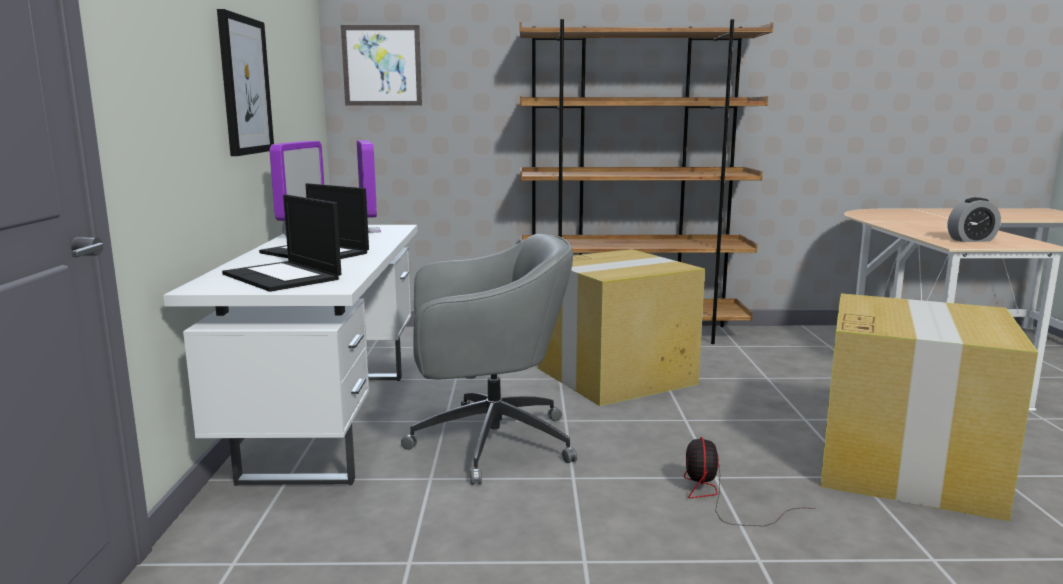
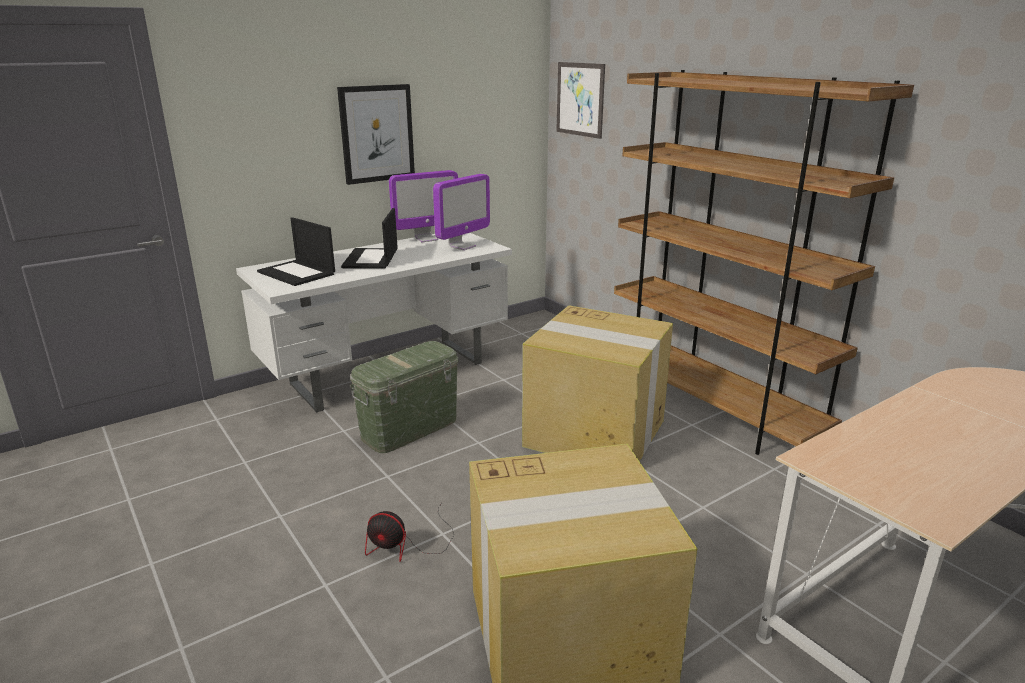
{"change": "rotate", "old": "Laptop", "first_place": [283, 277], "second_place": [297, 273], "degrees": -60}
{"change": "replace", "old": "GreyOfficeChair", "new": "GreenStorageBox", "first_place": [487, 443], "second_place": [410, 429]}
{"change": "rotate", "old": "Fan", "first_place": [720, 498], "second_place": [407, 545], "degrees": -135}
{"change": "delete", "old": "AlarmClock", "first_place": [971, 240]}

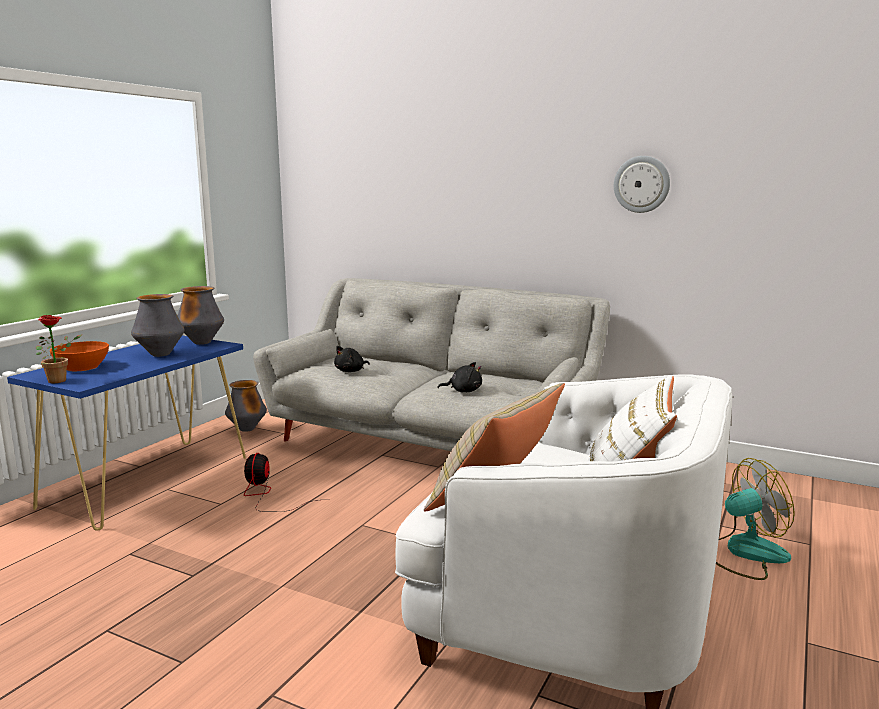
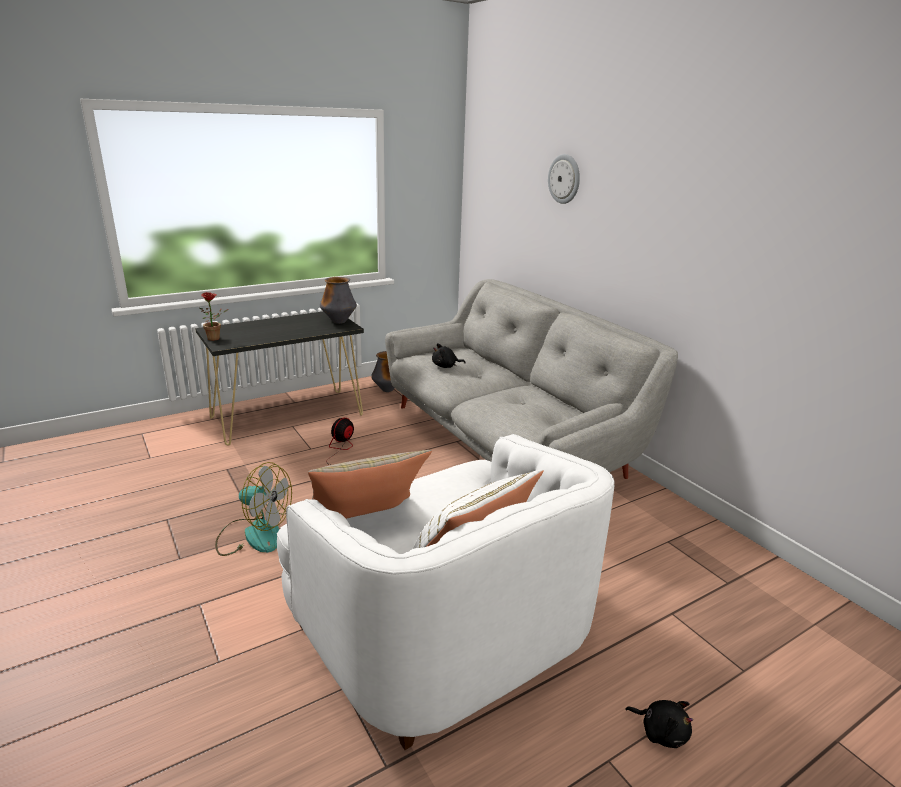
{"change": "recolor", "old": "BlueConsoleTable", "new": "BlackConsoleTable", "first_place": [149, 481], "second_place": [288, 416]}
{"change": "move", "old": "Fan", "first_place": [744, 553], "second_place": [254, 535]}
{"change": "move", "old": "WallClock", "first_place": [641, 184], "second_place": [564, 179]}
{"change": "move", "old": "BlackPlushToy", "first_place": [463, 391], "second_place": [661, 732]}
{"change": "delete", "old": "OrangeBowl", "first_place": [82, 367]}
{"change": "delete", "old": "Vase", "first_place": [160, 354]}

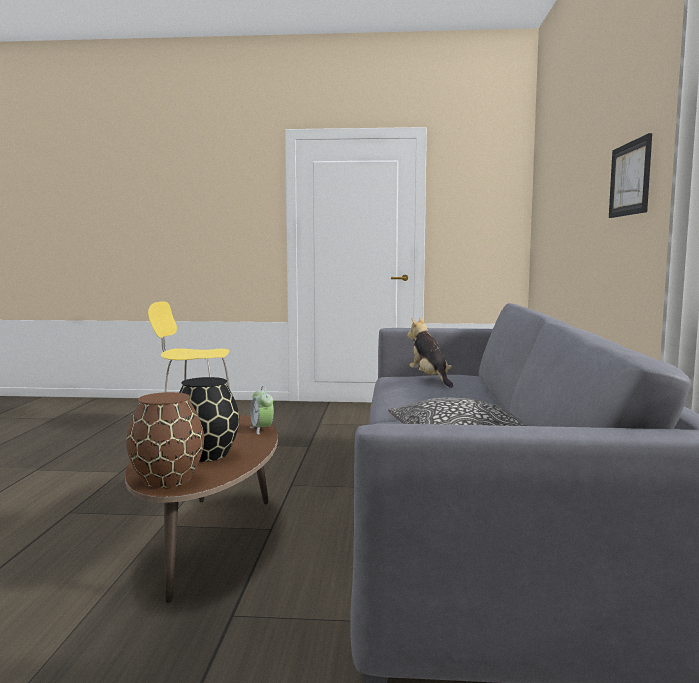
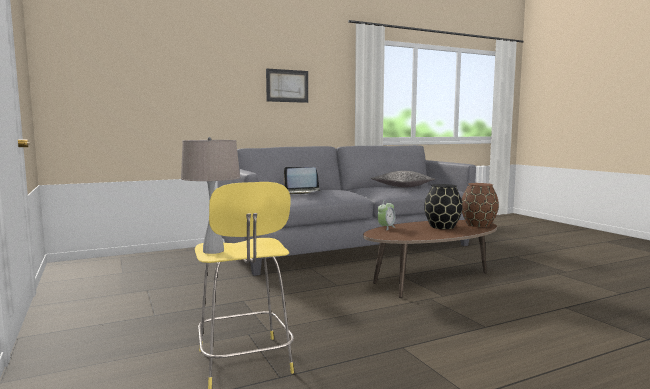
{"change": "insert", "new": "BeigeTableLamp", "second_place": [213, 251]}
{"change": "replace", "old": "PlushToy", "new": "Laptop", "first_place": [430, 379], "second_place": [301, 192]}

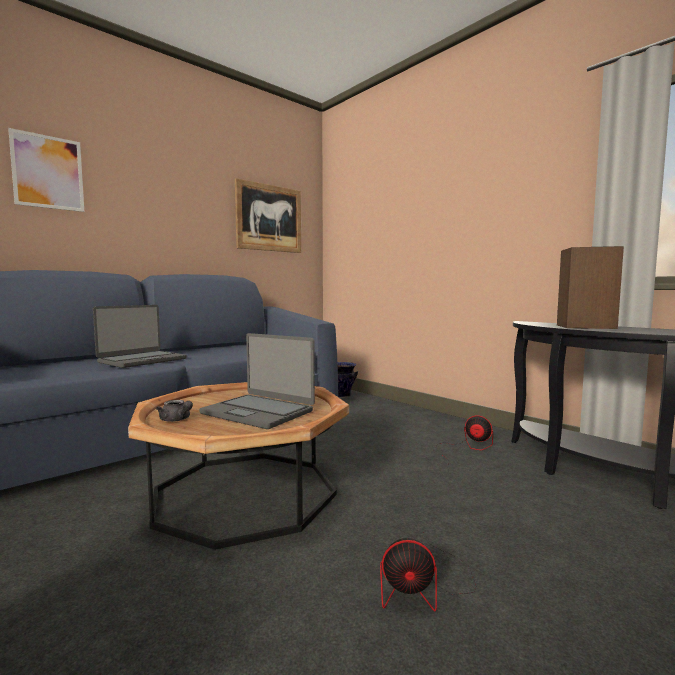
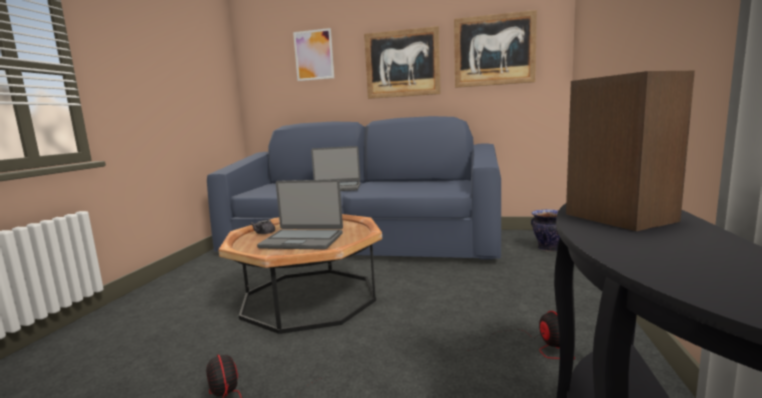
{"change": "rotate", "old": "Laptop", "first_place": [258, 412], "second_place": [302, 240], "degrees": -75}
{"change": "insert", "new": "Picture", "second_place": [402, 64]}

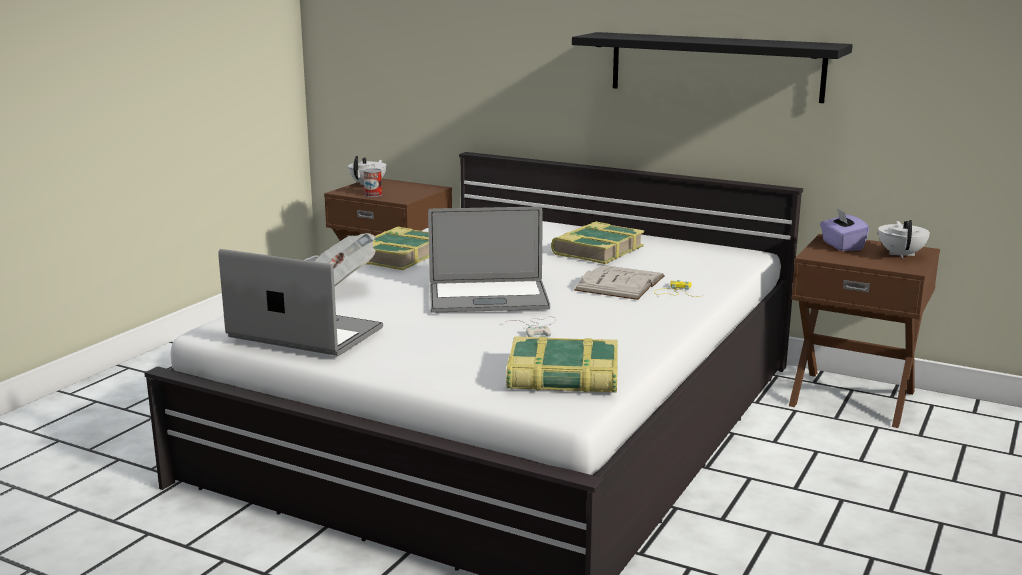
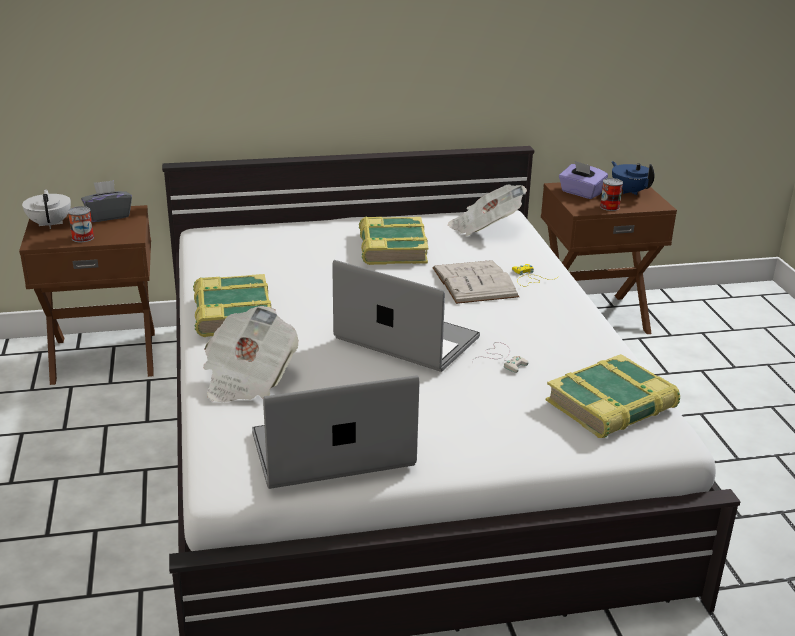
{"change": "insert", "new": "GreyTissueBox", "second_place": [108, 216]}
{"change": "rotate", "old": "Laptop", "first_place": [488, 297], "second_place": [406, 338], "degrees": -105}
{"change": "insert", "new": "Newspaper", "second_place": [485, 228]}
{"change": "insert", "new": "Can", "second_place": [609, 207]}
{"change": "recolor", "old": "WhiteTeapot", "new": "BlueTeapot", "first_place": [901, 254], "second_place": [630, 191]}
{"change": "delete", "old": "BlackShelf", "first_place": [715, 66]}

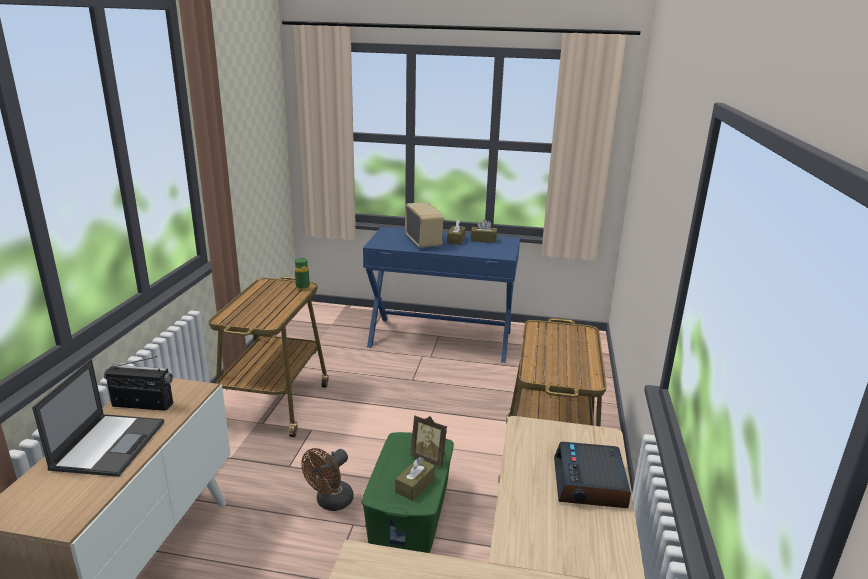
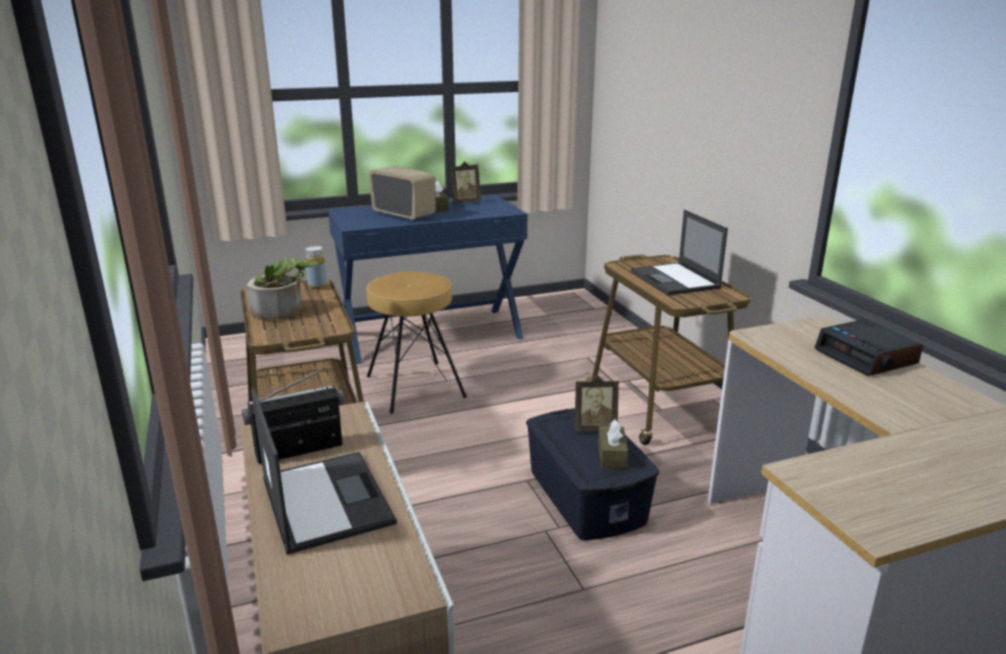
{"change": "insert", "new": "PottedPlant", "second_place": [284, 310]}
{"change": "recolor", "old": "GreenBottle", "new": "YellowBottle", "first_place": [302, 287], "second_place": [317, 286]}
{"change": "insert", "new": "BrownStool", "second_place": [414, 386]}
{"change": "replace", "old": "BrownTissueBox", "new": "PictureFrame", "first_place": [483, 239], "second_place": [464, 202]}
{"change": "recolor", "old": "GreenStorageBox", "new": "BlueStorageBox", "first_place": [410, 510], "second_place": [586, 495]}
{"change": "insert", "new": "Laptop", "second_place": [675, 280]}
{"change": "delete", "old": "BrownFan", "first_place": [330, 503]}

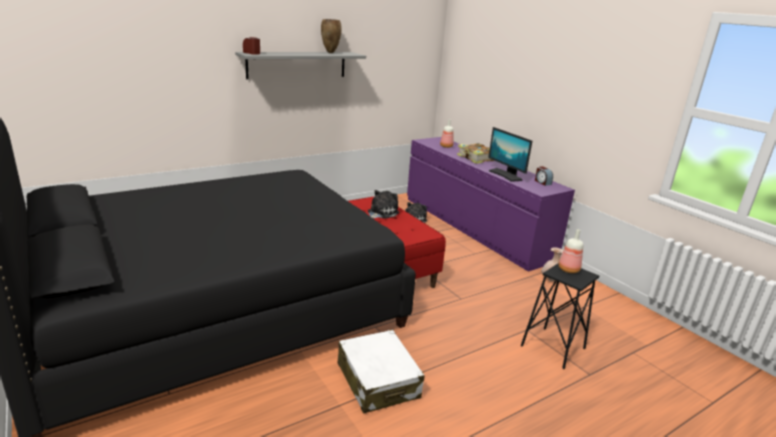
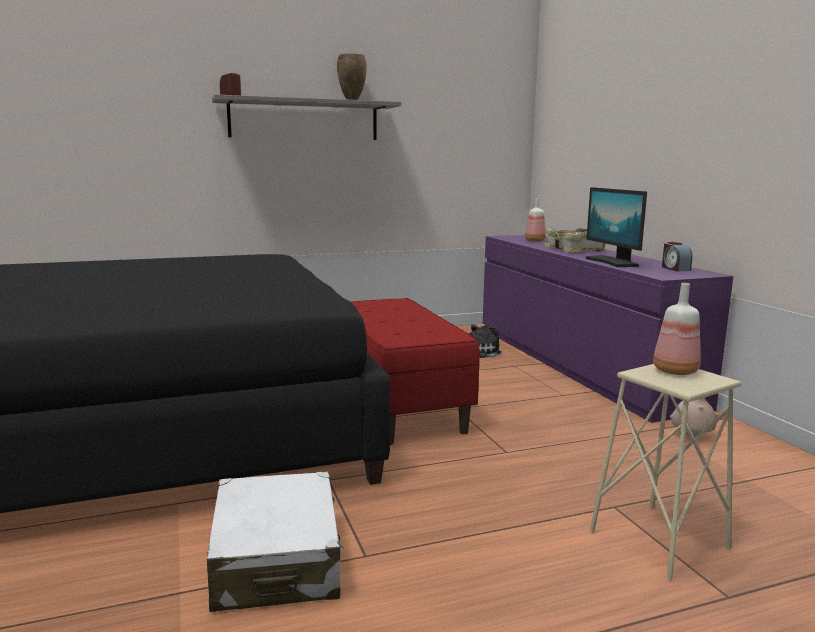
{"change": "recolor", "old": "BlackStool", "new": "BeigeStool", "first_place": [553, 347], "second_place": [658, 540]}
{"change": "delete", "old": "PlushToy", "first_place": [381, 213]}

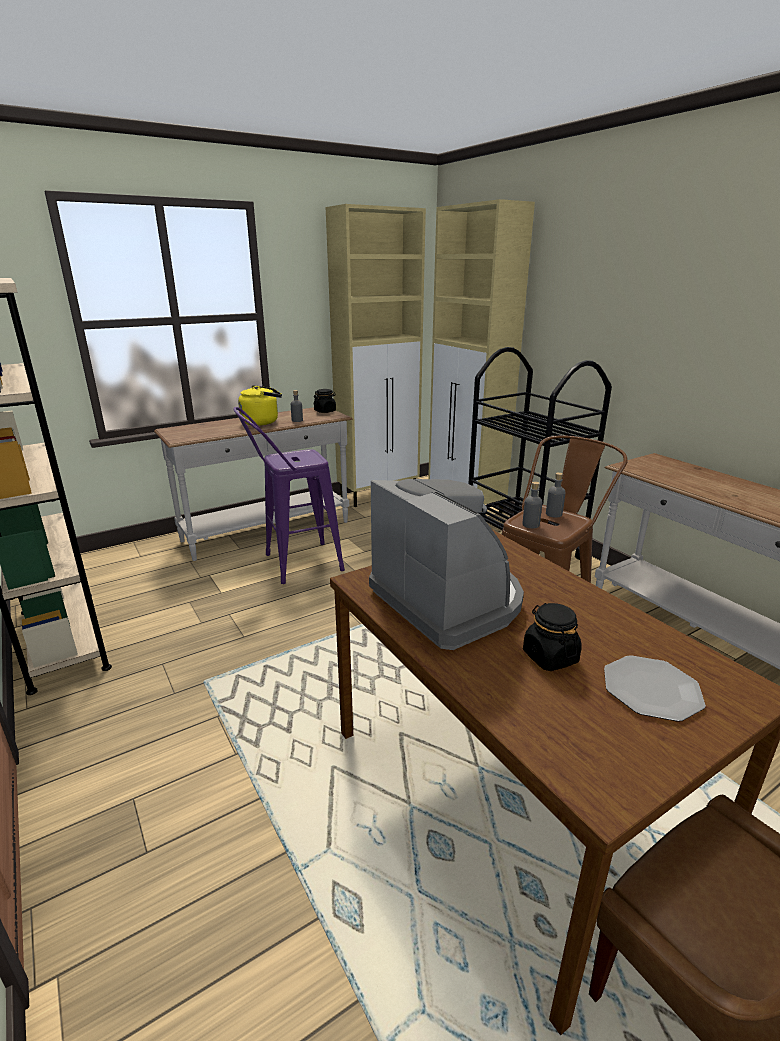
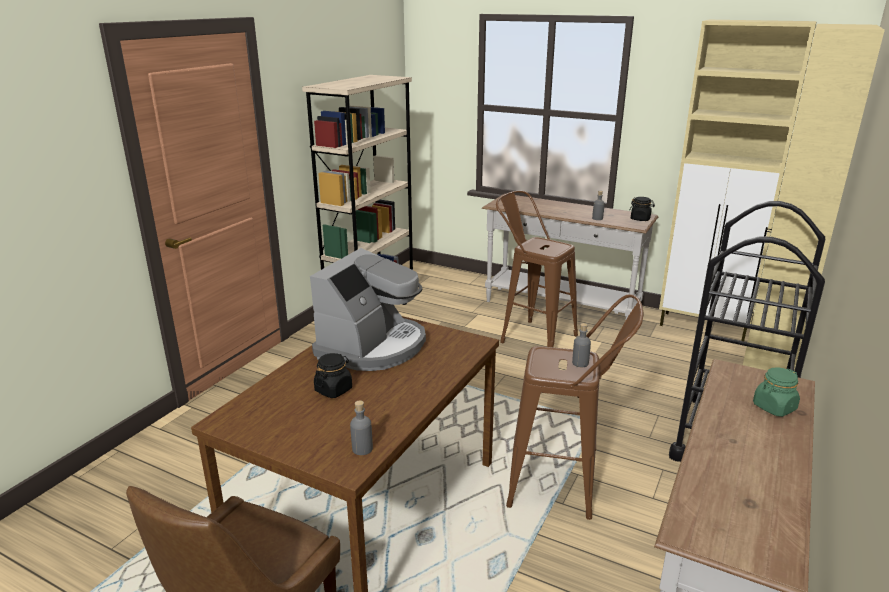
{"change": "move", "old": "GreyBottle", "first_place": [530, 525], "second_place": [362, 449]}
{"change": "recolor", "old": "PurpleStool", "new": "BrownStool", "first_place": [294, 564], "second_place": [531, 336]}
{"change": "insert", "new": "GreenJar", "second_place": [774, 407]}
{"change": "delete", "old": "YellowKettle", "first_place": [262, 422]}
{"change": "delete", "old": "Plate", "first_place": [651, 689]}

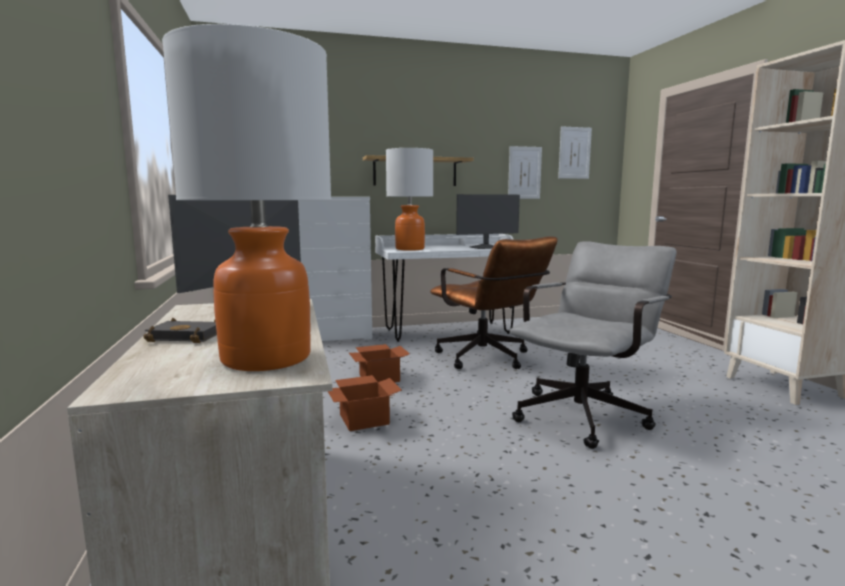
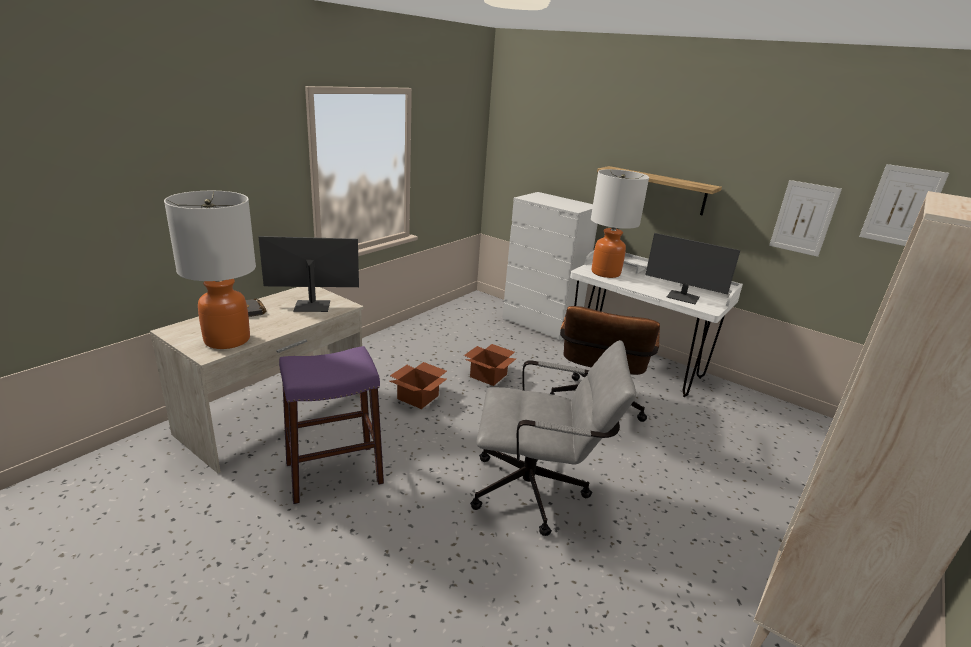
{"change": "insert", "new": "PurpleStool", "second_place": [334, 473]}

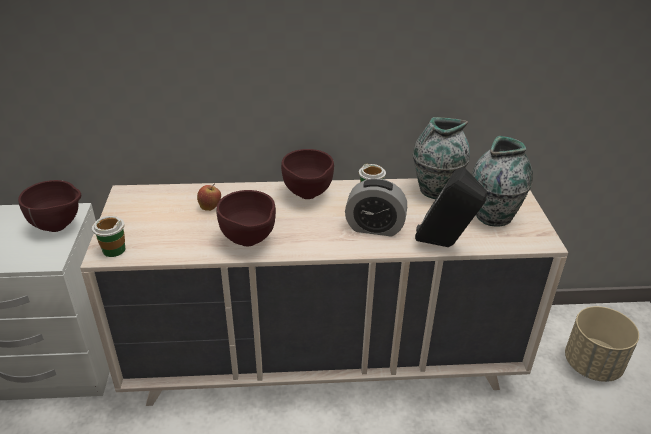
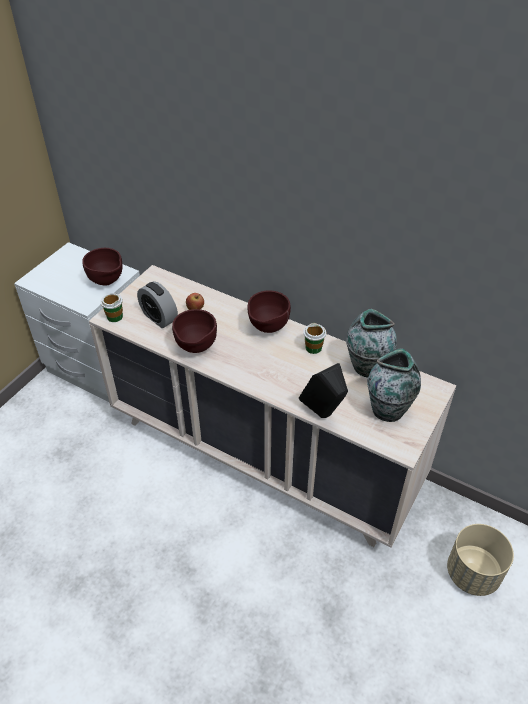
{"change": "move", "old": "AlarmClock", "first_place": [374, 228], "second_place": [159, 317]}

